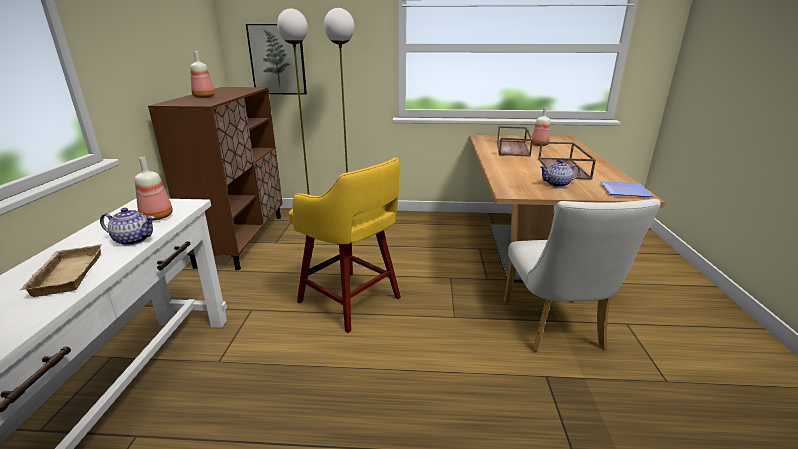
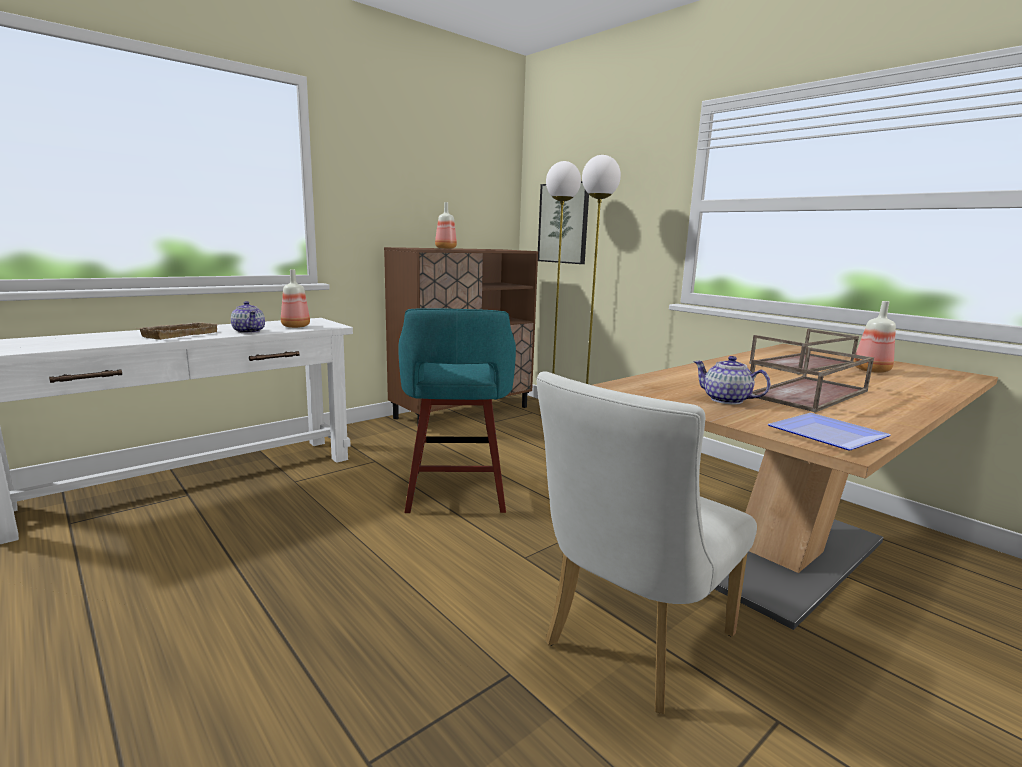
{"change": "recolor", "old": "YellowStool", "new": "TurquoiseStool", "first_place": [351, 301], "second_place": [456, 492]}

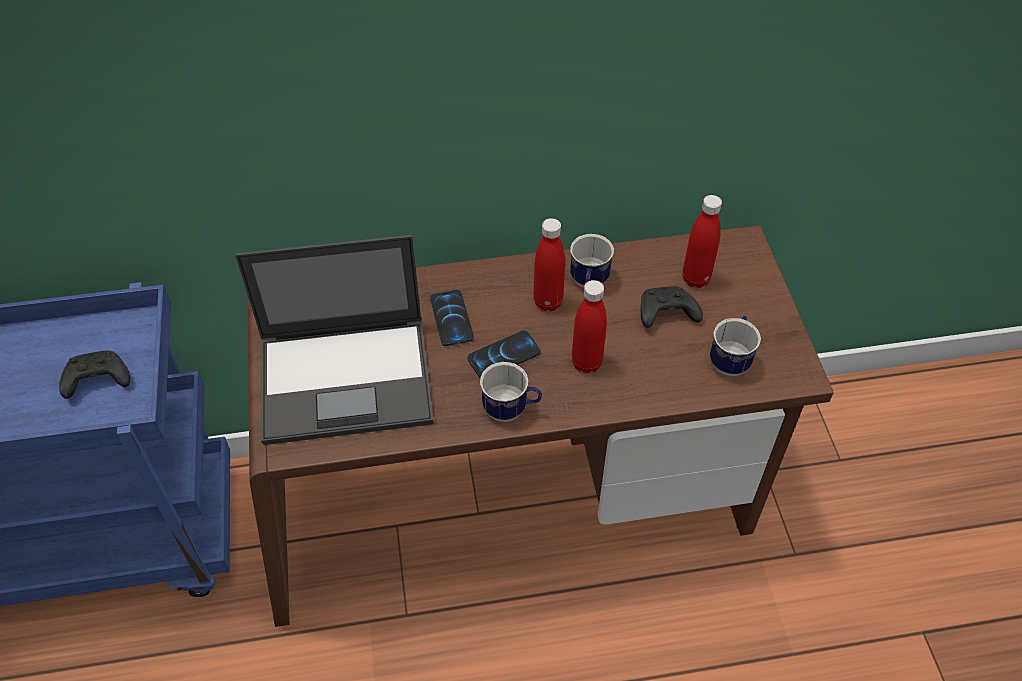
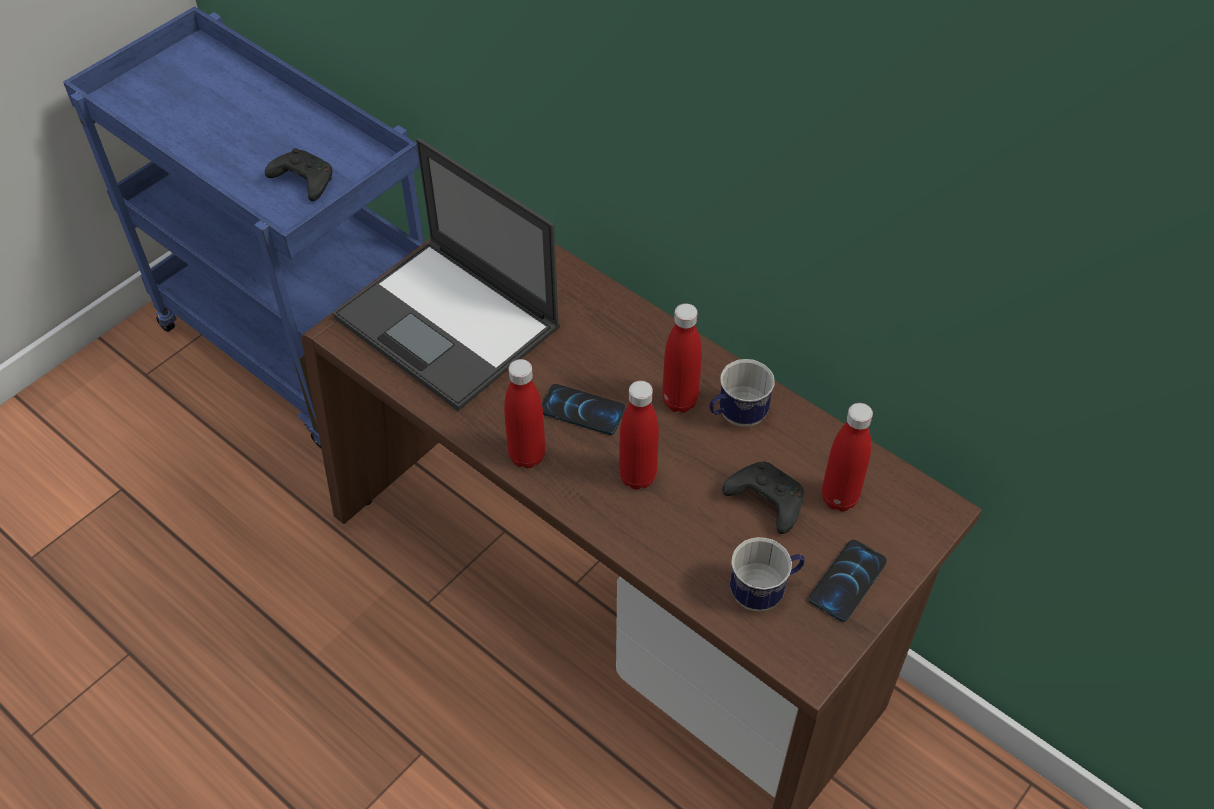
{"change": "replace", "old": "Mug", "new": "RedBottle", "first_place": [511, 410], "second_place": [527, 456]}
{"change": "move", "old": "Phone", "first_place": [451, 318], "second_place": [847, 581]}

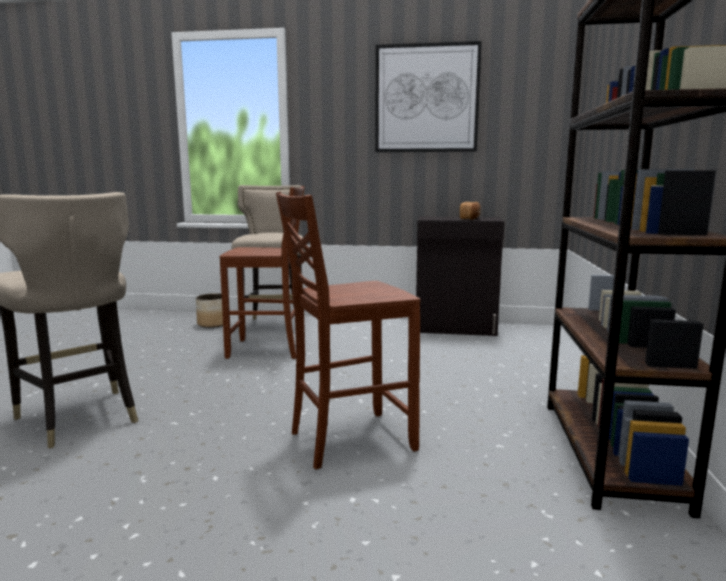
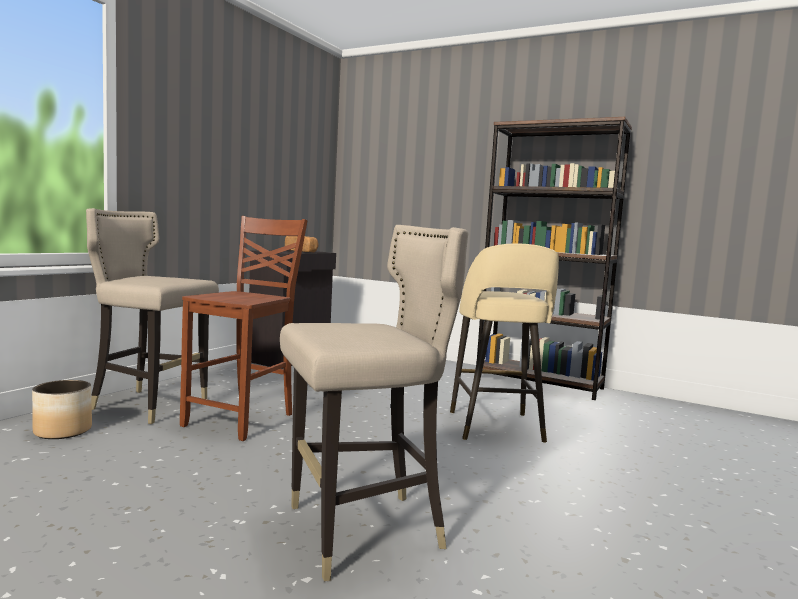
{"change": "replace", "old": "BrownChair", "new": "BeigeStool", "first_place": [348, 440], "second_place": [496, 427]}
{"change": "delete", "old": "Picture", "first_place": [426, 99]}

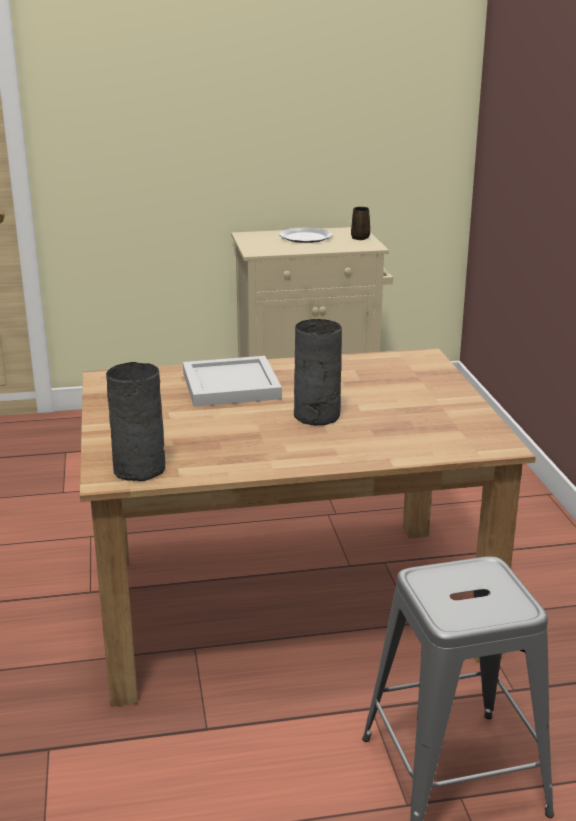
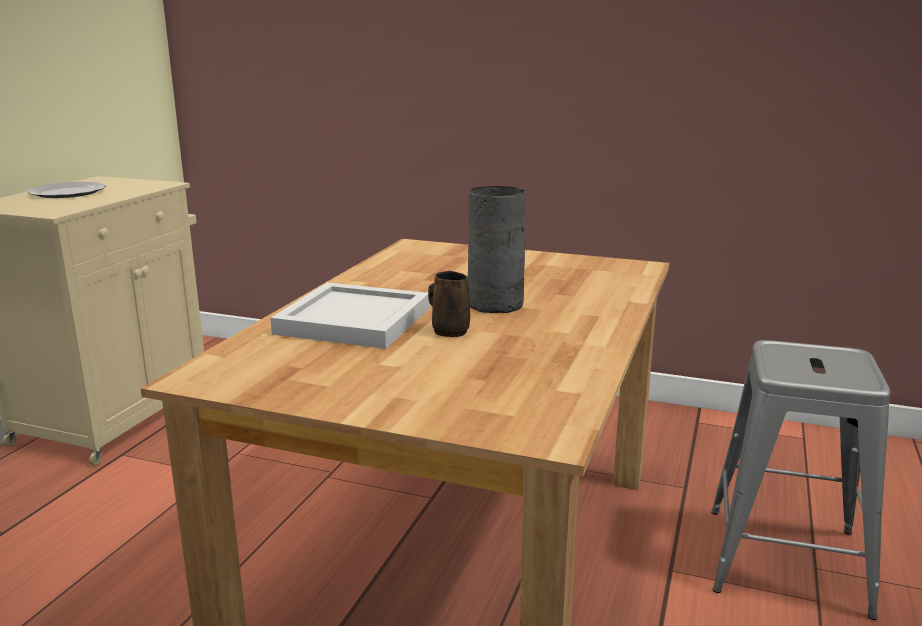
{"change": "move", "old": "BrownMug", "first_place": [360, 237], "second_place": [449, 331]}
{"change": "delete", "old": "GreyVase", "first_place": [141, 469]}

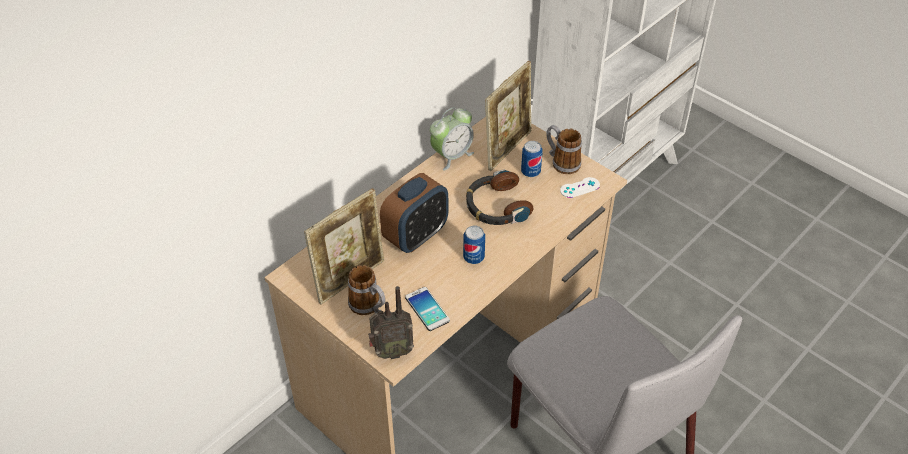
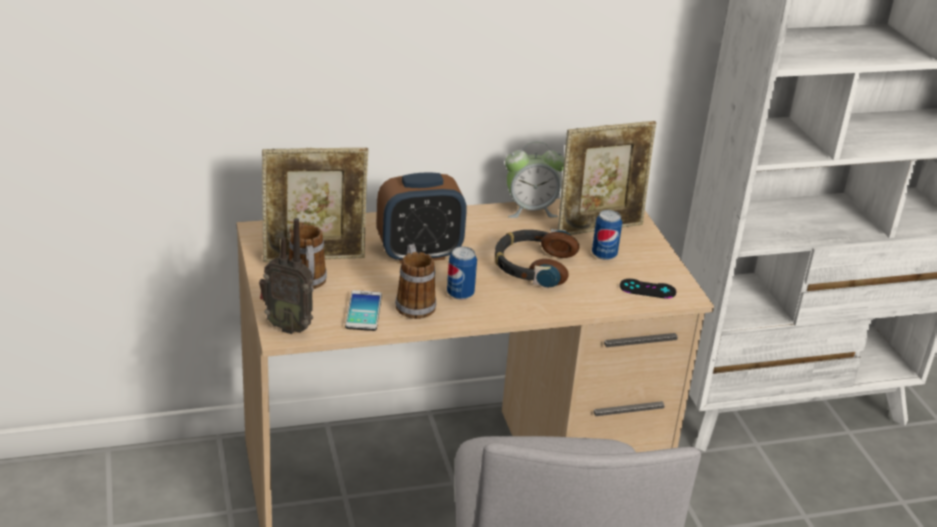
{"change": "move", "old": "Mug", "first_place": [561, 162], "second_place": [413, 303]}
{"change": "recolor", "old": "WhiteGameController", "new": "BlackGameController", "first_place": [580, 188], "second_place": [647, 289]}

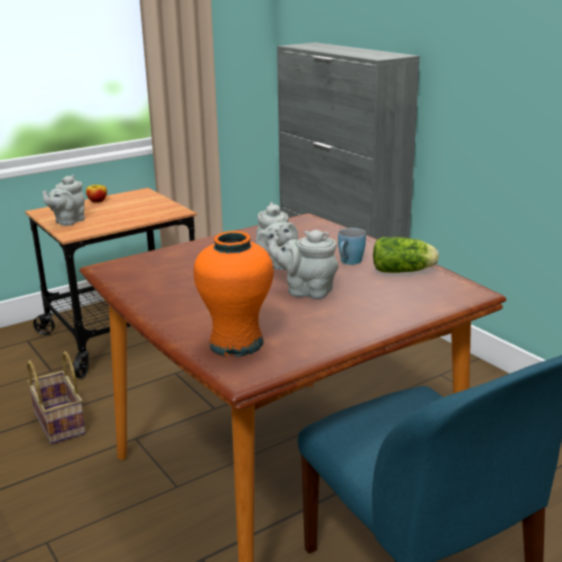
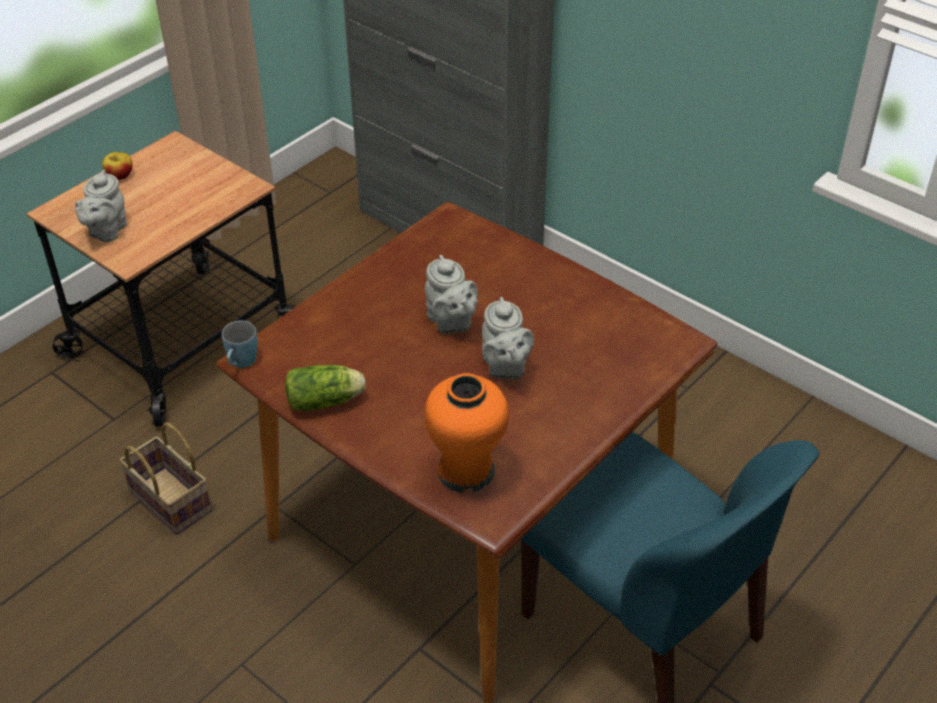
{"change": "move", "old": "BlueMug", "first_place": [349, 262], "second_place": [241, 363]}
{"change": "move", "old": "Lettuce", "first_place": [404, 271], "second_place": [327, 401]}
{"change": "rotate", "old": "GreyTeapot", "first_place": [306, 291], "second_place": [505, 367], "degrees": -105}

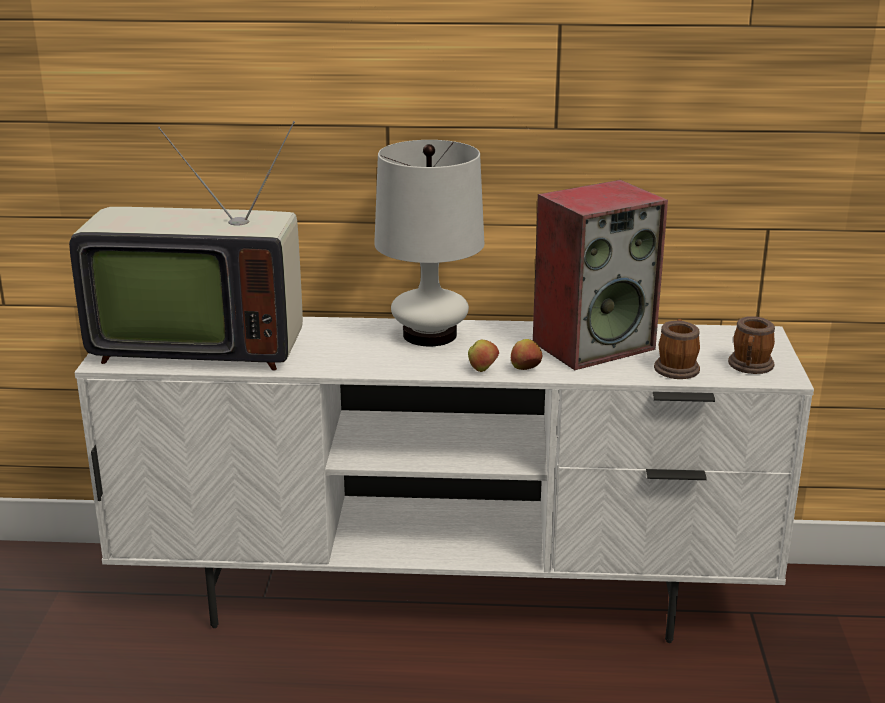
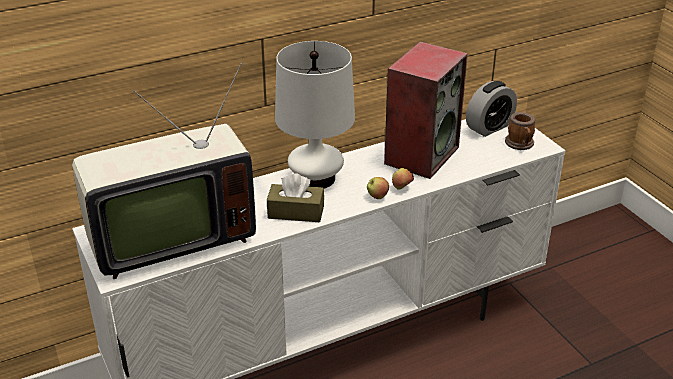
{"change": "insert", "new": "BrownTissueBox", "second_place": [296, 212]}
{"change": "insert", "new": "AlarmClock", "second_place": [489, 127]}
{"change": "delete", "old": "Mug", "first_place": [676, 367]}

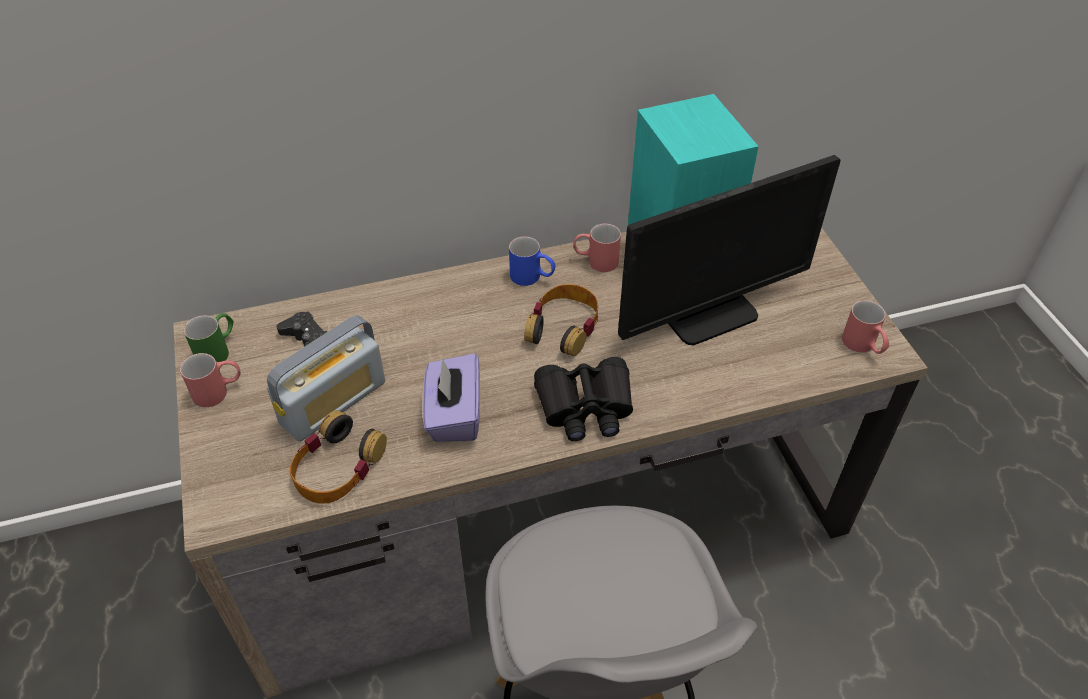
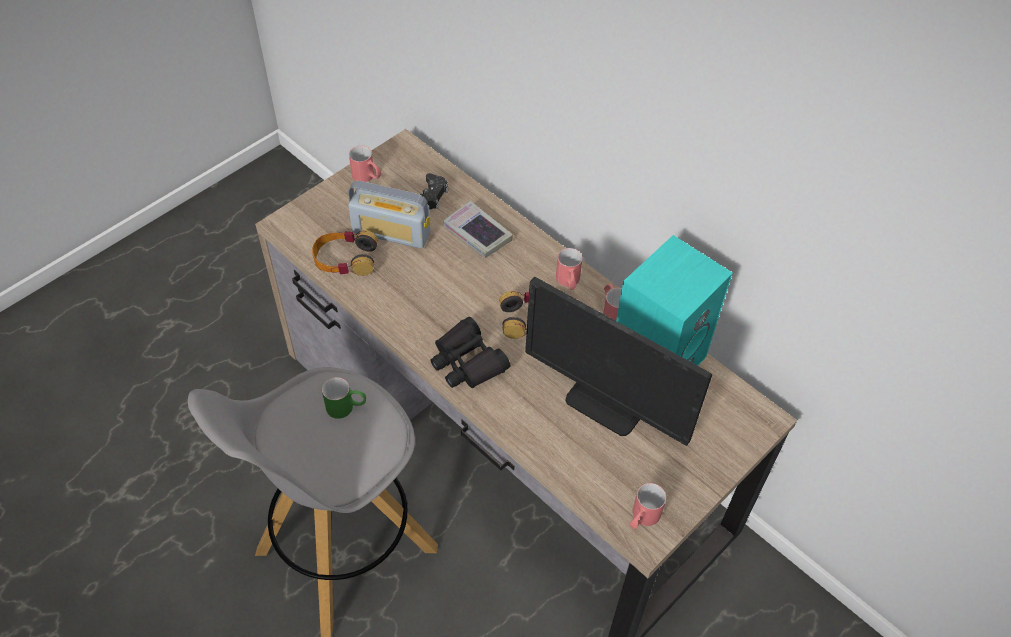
{"change": "move", "old": "GreenMug", "first_place": [218, 350], "second_place": [346, 407]}
{"change": "insert", "new": "Book", "second_place": [477, 234]}
{"change": "recolor", "old": "BlueMug", "new": "RedMug", "first_place": [532, 277], "second_place": [568, 282]}
{"change": "delete", "old": "PurpleTissueBox", "first_place": [454, 415]}

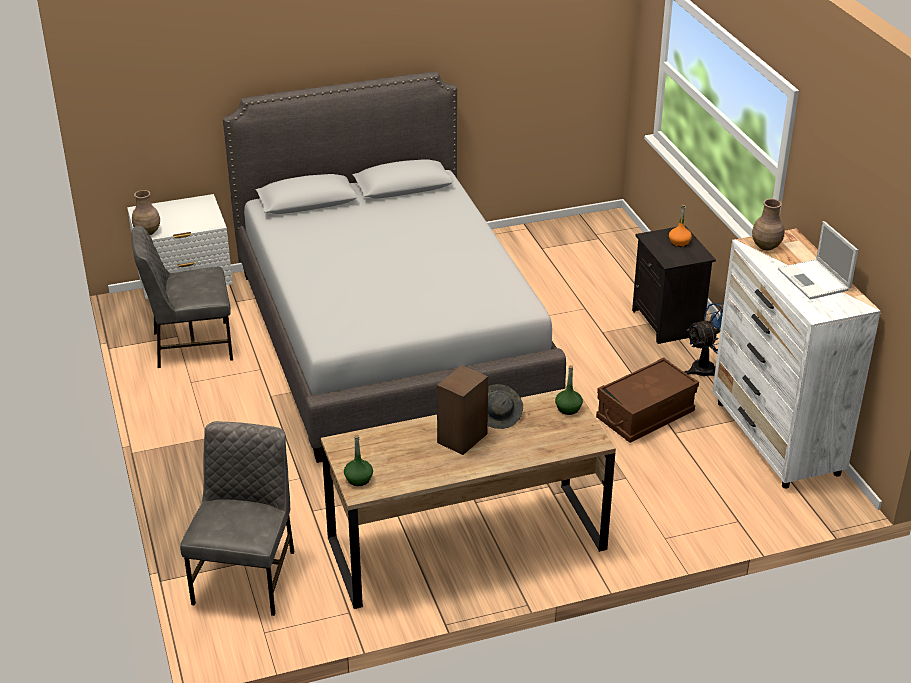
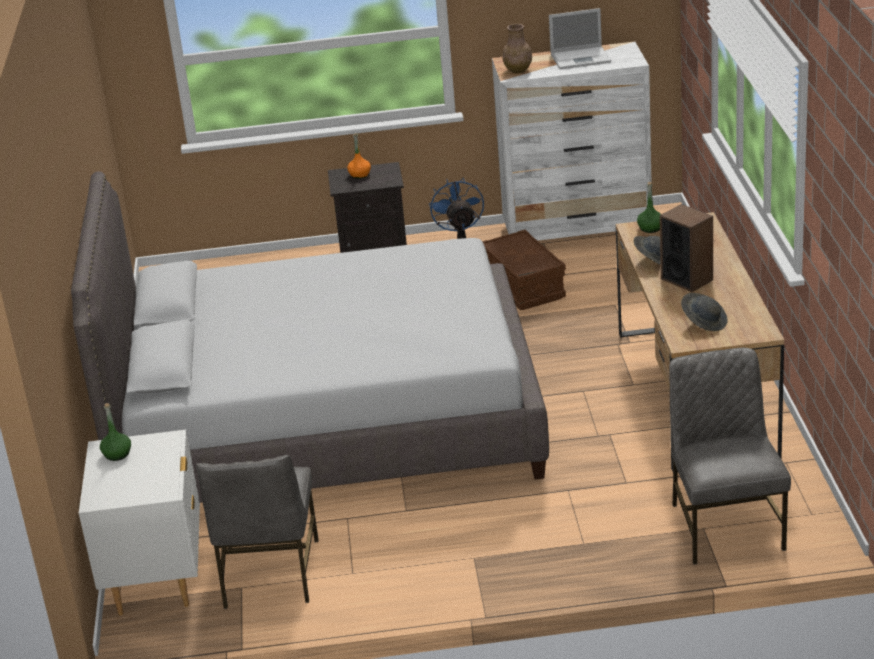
{"change": "move", "old": "GreenBottle", "first_place": [358, 479], "second_place": [117, 454]}
{"change": "rotate", "old": "GreyChair", "first_place": [247, 576], "second_place": [725, 525], "degrees": 60}
{"change": "insert", "new": "GreyHat", "second_place": [704, 322]}
{"change": "delete", "old": "BrownVase", "first_place": [148, 232]}

